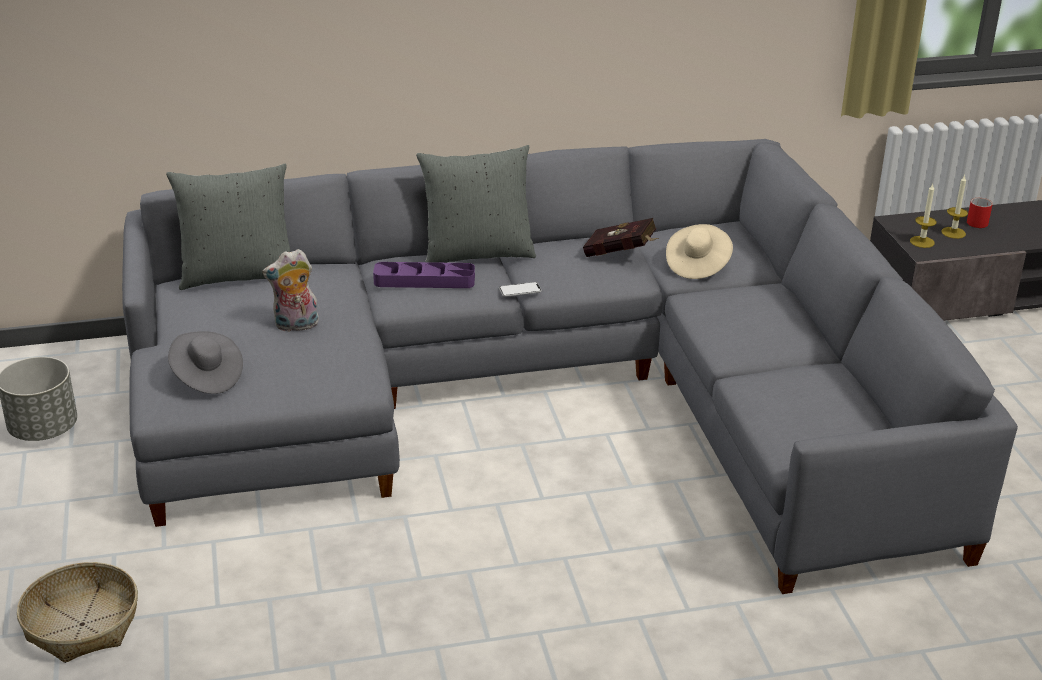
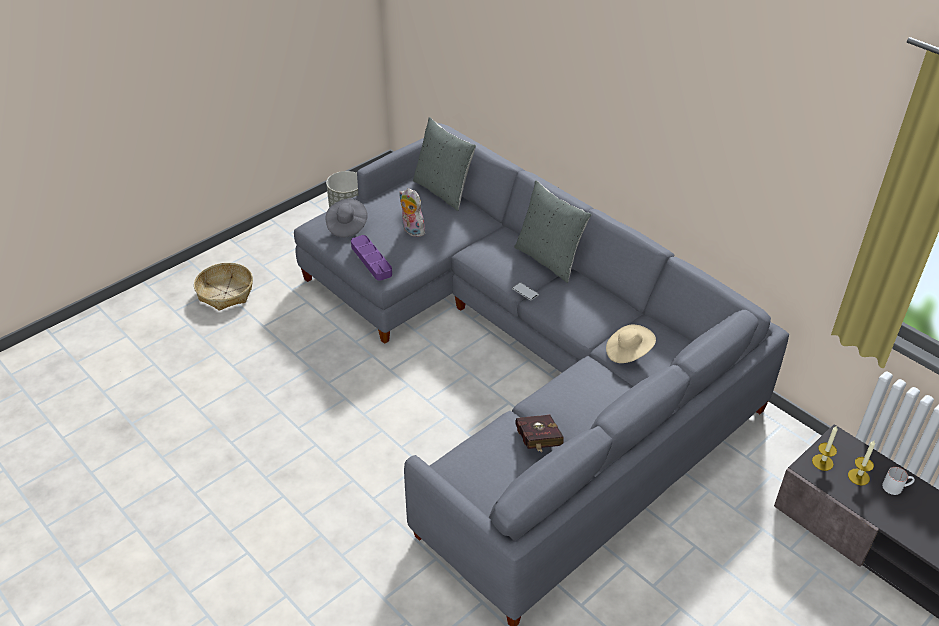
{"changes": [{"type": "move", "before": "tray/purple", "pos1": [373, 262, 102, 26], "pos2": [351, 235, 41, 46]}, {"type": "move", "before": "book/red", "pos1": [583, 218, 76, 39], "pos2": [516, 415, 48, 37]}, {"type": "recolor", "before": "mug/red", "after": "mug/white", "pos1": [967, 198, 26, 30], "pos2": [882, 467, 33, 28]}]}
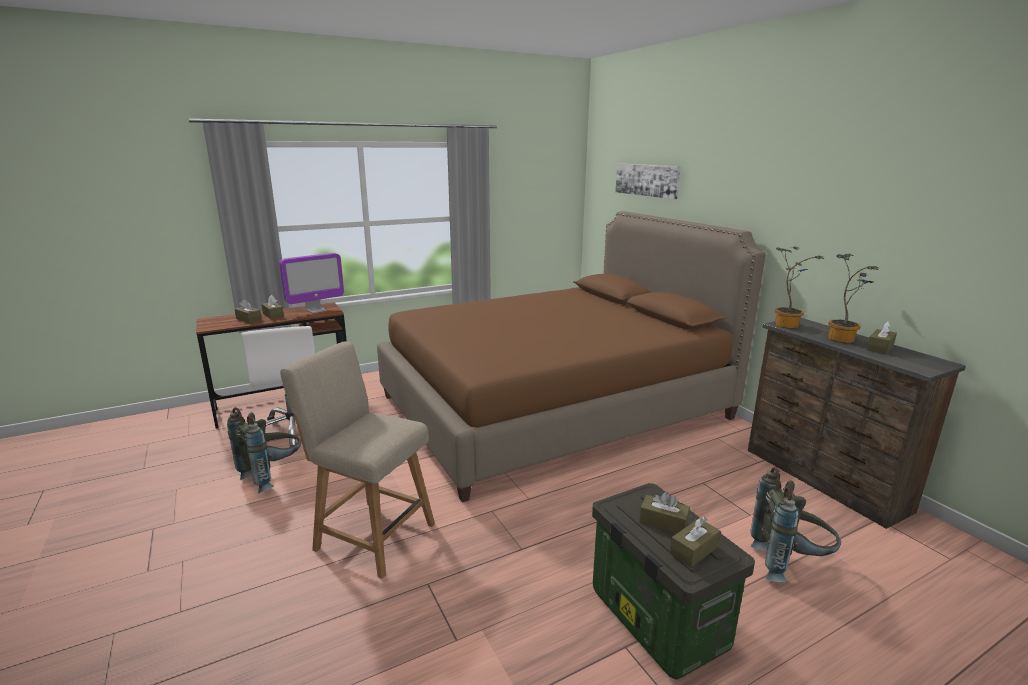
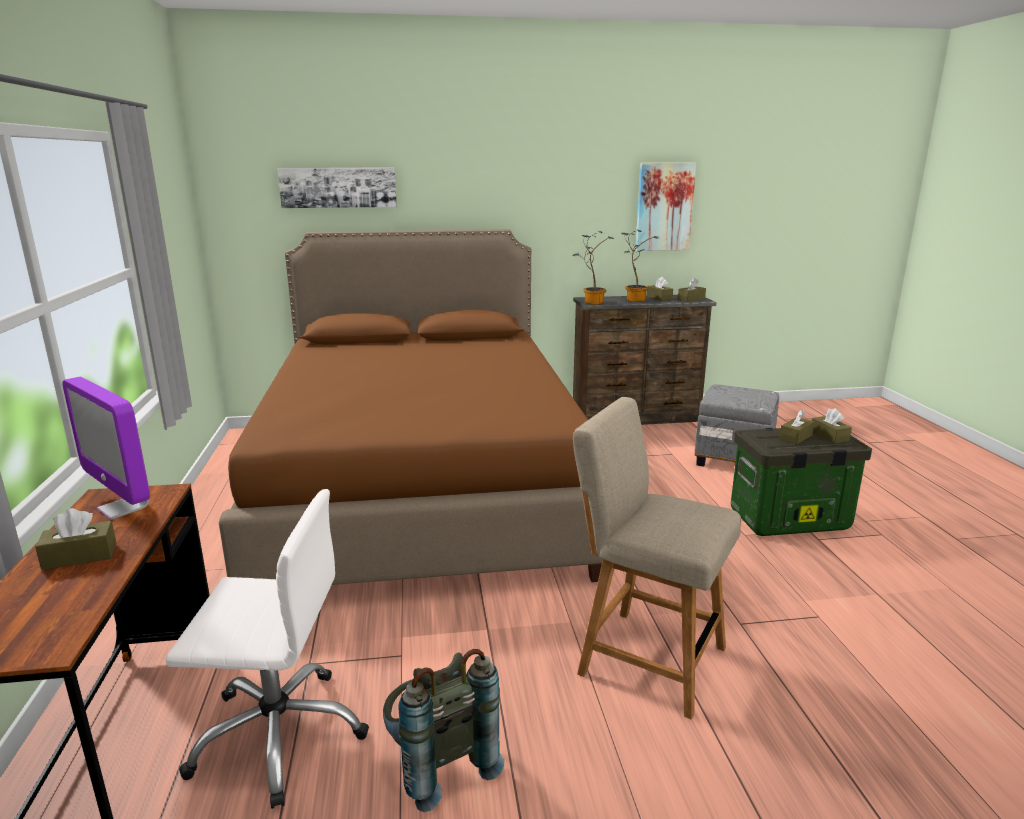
{"changes": [{"type": "rotate", "before": "monitor", "pos1": [279, 253, 65, 60], "pos2": [63, 377, 87, 143], "turn": 150}, {"type": "rotate", "before": "chair/beige", "pos1": [280, 341, 155, 238], "pos2": [573, 397, 168, 323], "turn": 75}, {"type": "insert", "after": "picture", "pos2": [635, 163, 61, 88]}, {"type": "move", "before": "tissue box/brown", "pos1": [235, 299, 27, 24], "pos2": [678, 278, 28, 24]}, {"type": "replace", "before": "backpack/grey", "after": "ottoman/grey", "pos1": [750, 467, 91, 115], "pos2": [694, 384, 85, 83]}]}
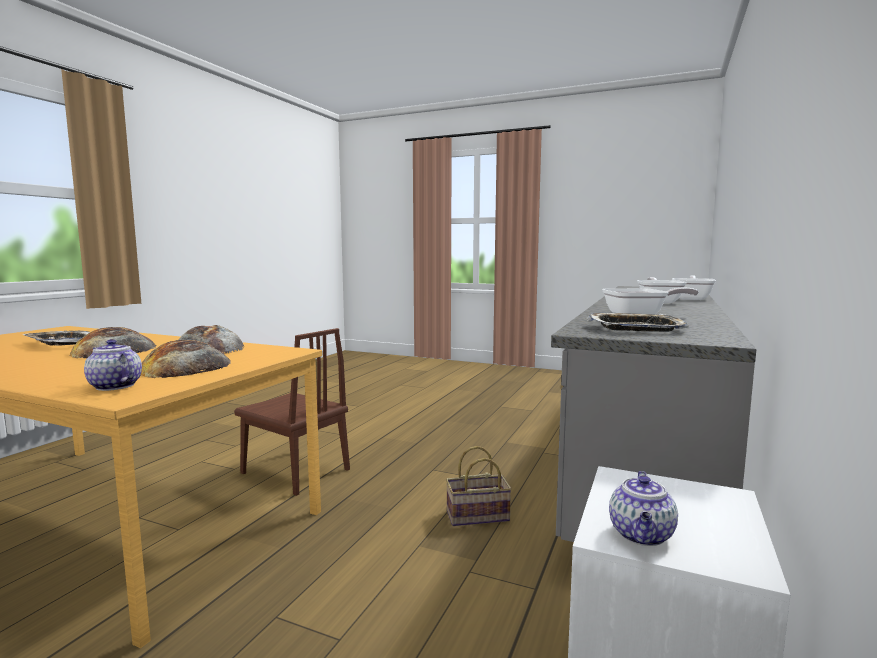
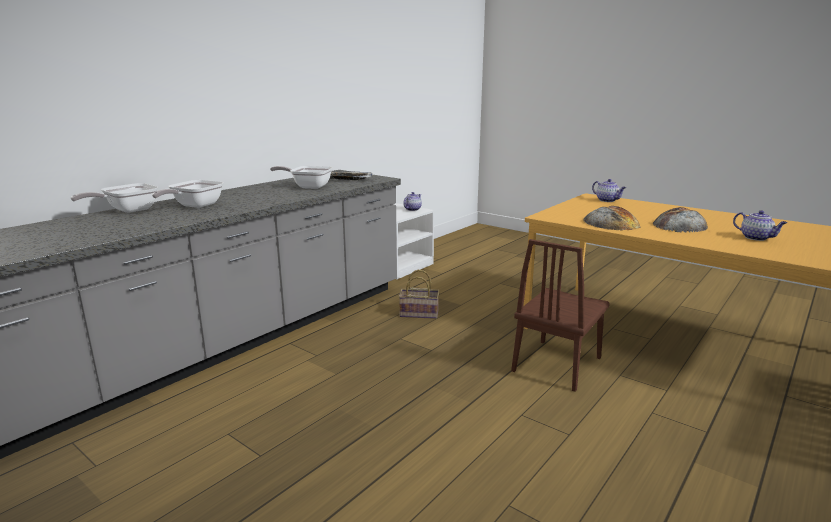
{"changes": [{"type": "rotate", "before": "chair/brown", "pos1": [234, 328, 116, 168], "pos2": [511, 239, 99, 153], "turn": -105}, {"type": "replace", "before": "tray", "after": "teapot", "pos1": [23, 331, 67, 15], "pos2": [733, 210, 54, 31]}, {"type": "delete", "before": "bread", "pos1": [141, 339, 90, 39]}]}
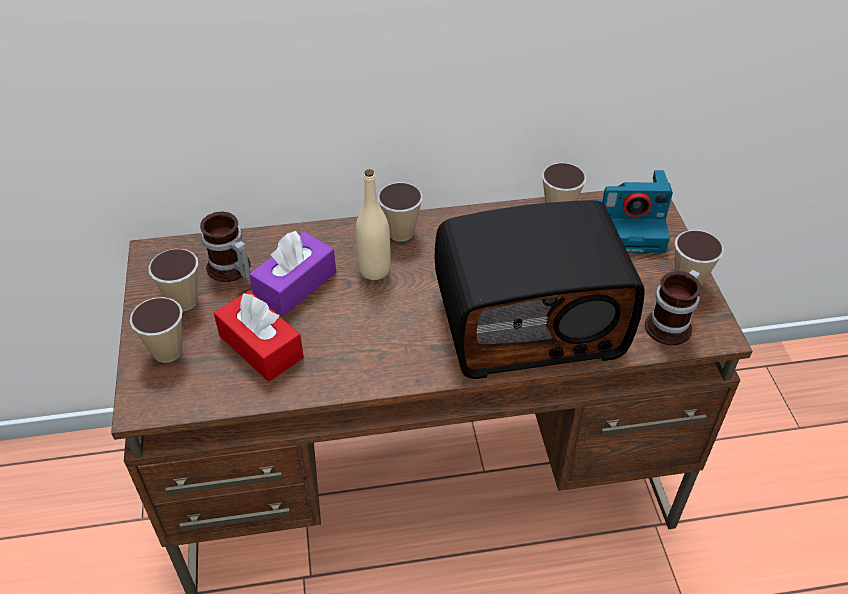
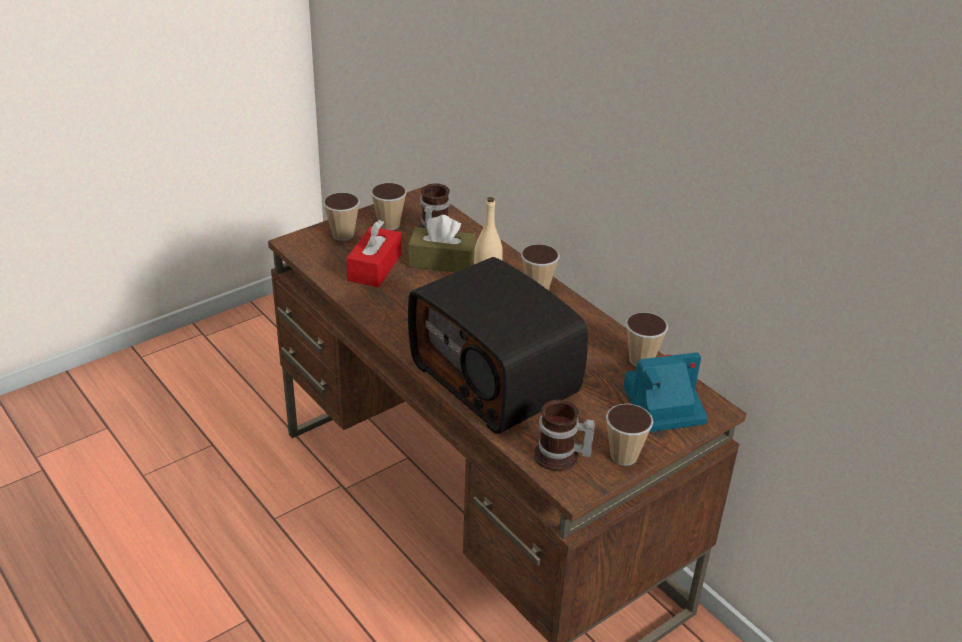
{"changes": [{"type": "recolor", "before": "tissue box/purple", "after": "tissue box/brown", "pos1": [249, 231, 87, 85], "pos2": [408, 215, 68, 57]}, {"type": "rotate", "before": "photo camera", "pos1": [595, 170, 78, 83], "pos2": [624, 352, 84, 80], "turn": 105}]}
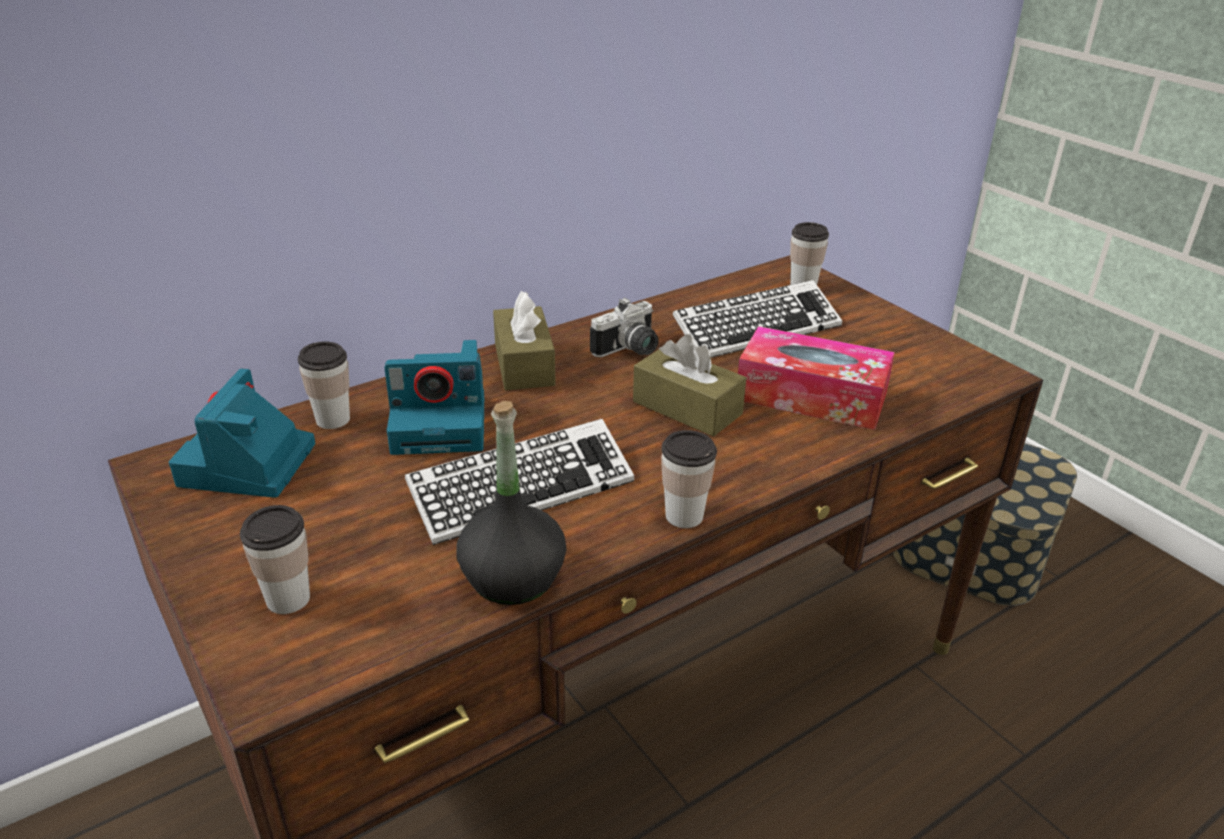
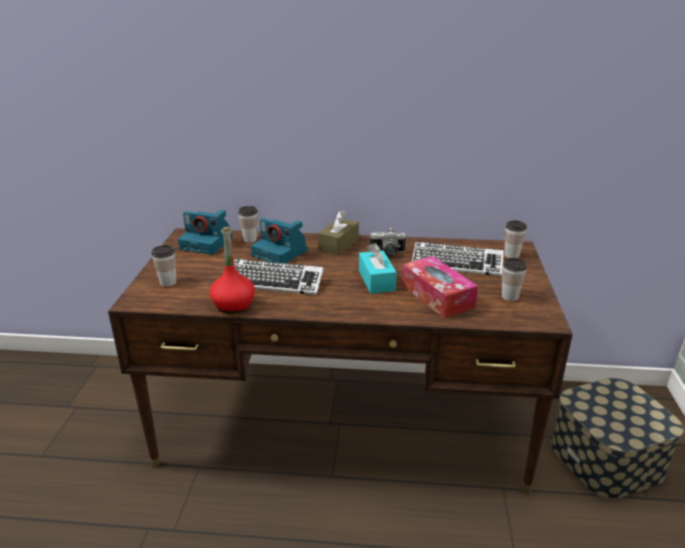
{"changes": [{"type": "rotate", "before": "photo camera", "pos1": [169, 368, 146, 130], "pos2": [178, 210, 54, 45], "turn": -120}, {"type": "recolor", "before": "bottle/black", "after": "bottle/red", "pos1": [456, 401, 110, 204], "pos2": [210, 227, 45, 87]}, {"type": "recolor", "before": "tissue box/brown", "after": "tissue box/turquoise", "pos1": [633, 334, 113, 103], "pos2": [359, 243, 38, 51]}, {"type": "move", "before": "cup", "pos1": [661, 430, 56, 98], "pos2": [502, 258, 25, 43]}]}
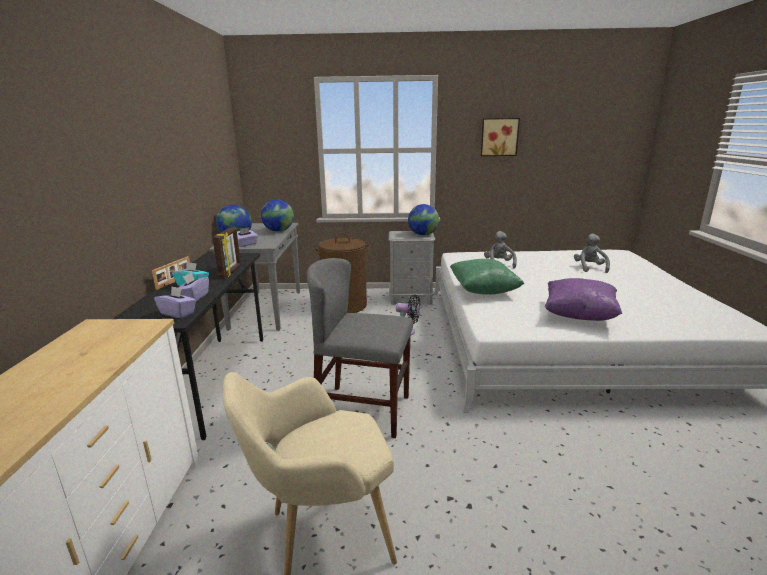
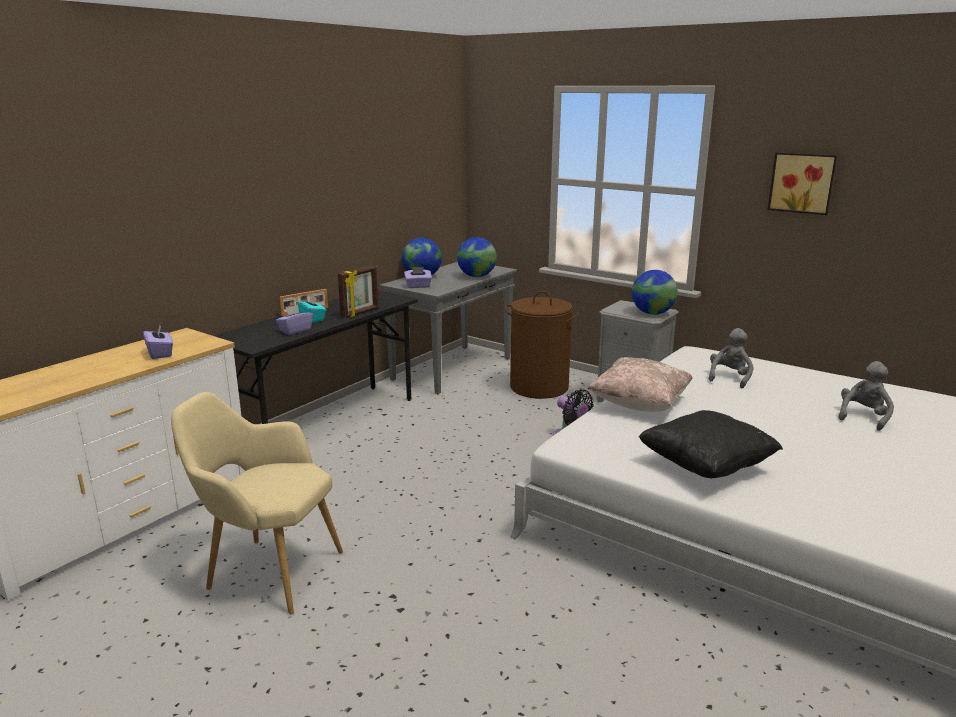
{"changes": [{"type": "move", "before": "tissue box/purple", "pos1": [154, 286, 42, 32], "pos2": [143, 326, 30, 33]}, {"type": "recolor", "before": "pillow/green", "after": "pillow/beige", "pos1": [450, 259, 74, 36], "pos2": [587, 357, 106, 55]}, {"type": "recolor", "before": "pillow/purple", "after": "pillow/black", "pos1": [545, 278, 77, 43], "pos2": [639, 410, 144, 68]}, {"type": "delete", "before": "chair/grey", "pos1": [307, 258, 106, 180]}]}
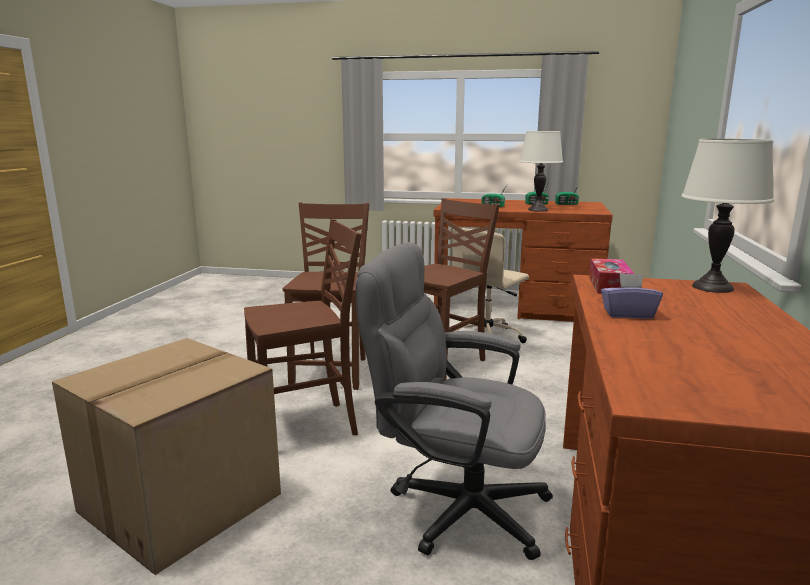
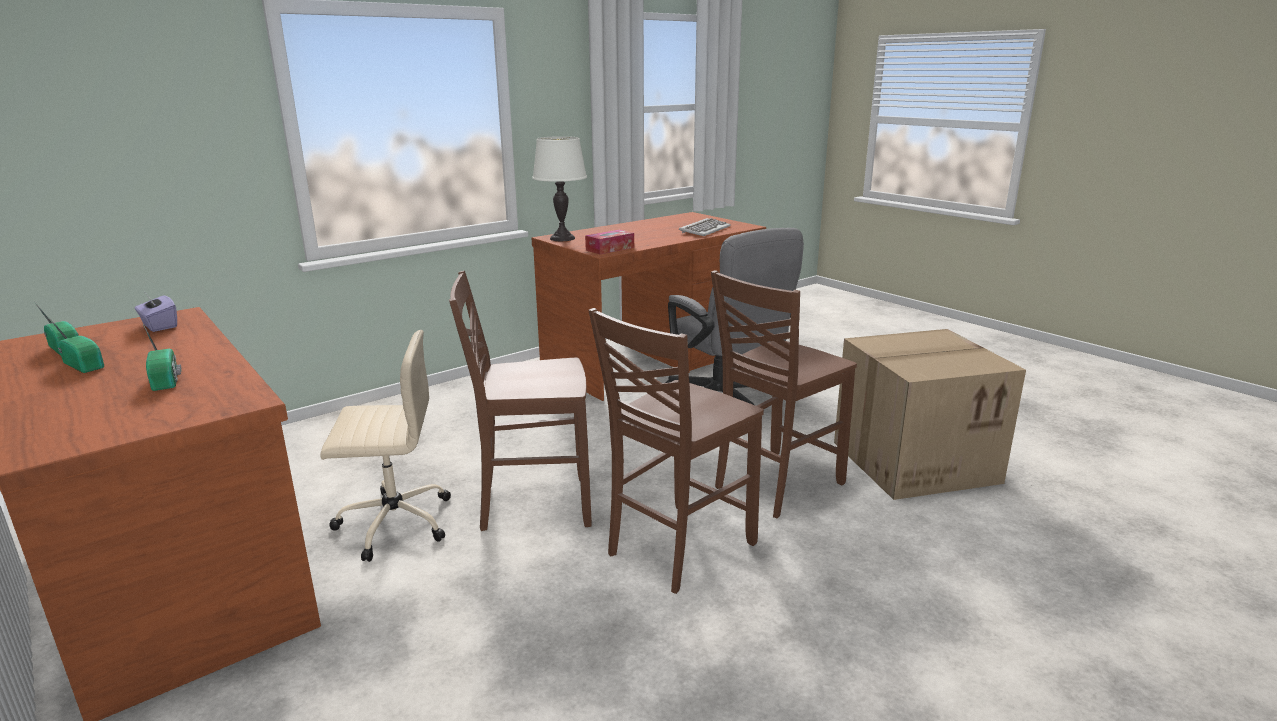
{"changes": [{"type": "move", "before": "tissue box/purple", "pos1": [601, 273, 62, 46], "pos2": [135, 291, 42, 41]}, {"type": "insert", "after": "keyboard", "pos2": [679, 218, 52, 18]}, {"type": "rotate", "before": "chair/brown", "pos1": [244, 219, 117, 216], "pos2": [711, 270, 146, 248], "turn": -60}, {"type": "delete", "before": "table lamp/white", "pos1": [520, 131, 43, 81]}]}
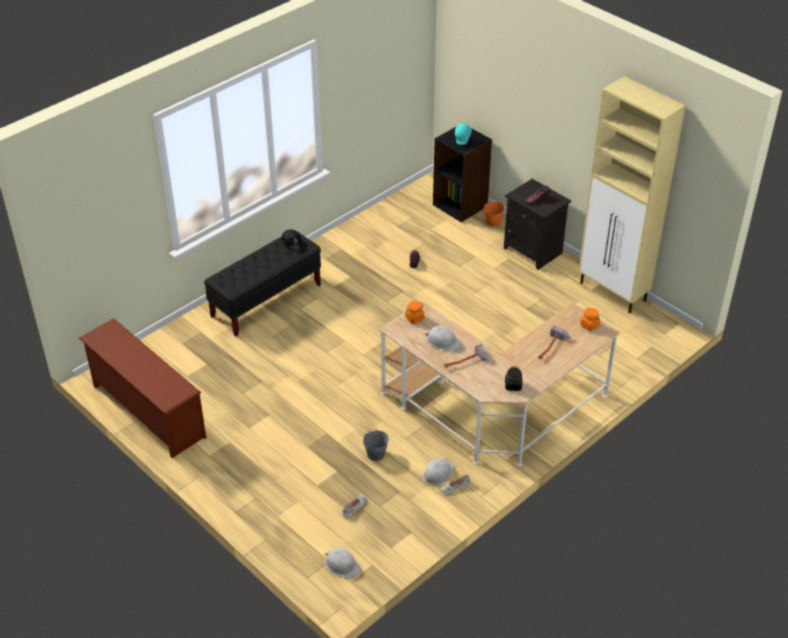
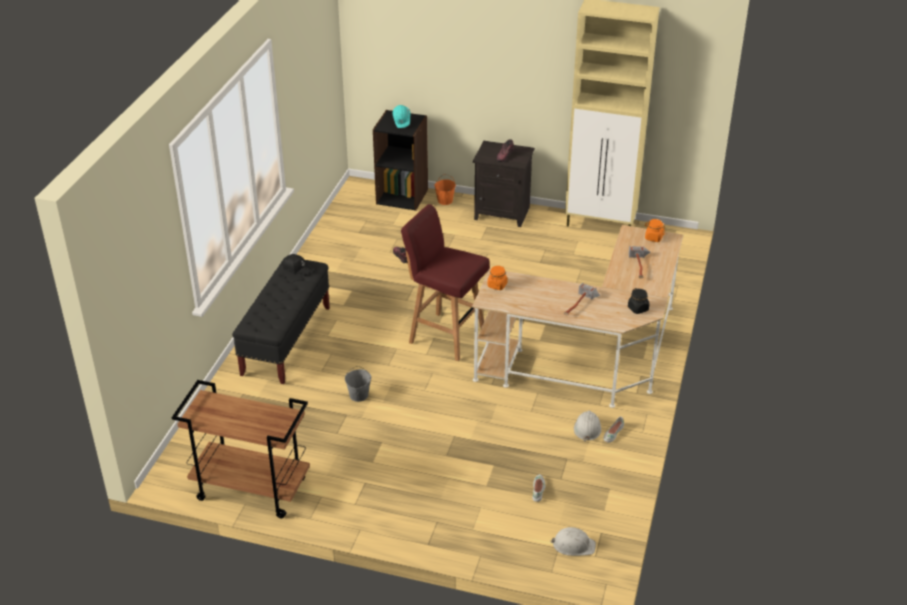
{"changes": [{"type": "replace", "before": "shoe rack/brown", "after": "cart/brown", "pos1": [79, 318, 127, 140], "pos2": [172, 380, 138, 139]}, {"type": "move", "before": "bucket/grey", "pos1": [363, 429, 26, 32], "pos2": [345, 366, 26, 36]}, {"type": "insert", "after": "stool/red", "pos2": [401, 204, 89, 157]}, {"type": "delete", "before": "hard hat/white", "pos1": [425, 326, 37, 25]}]}
